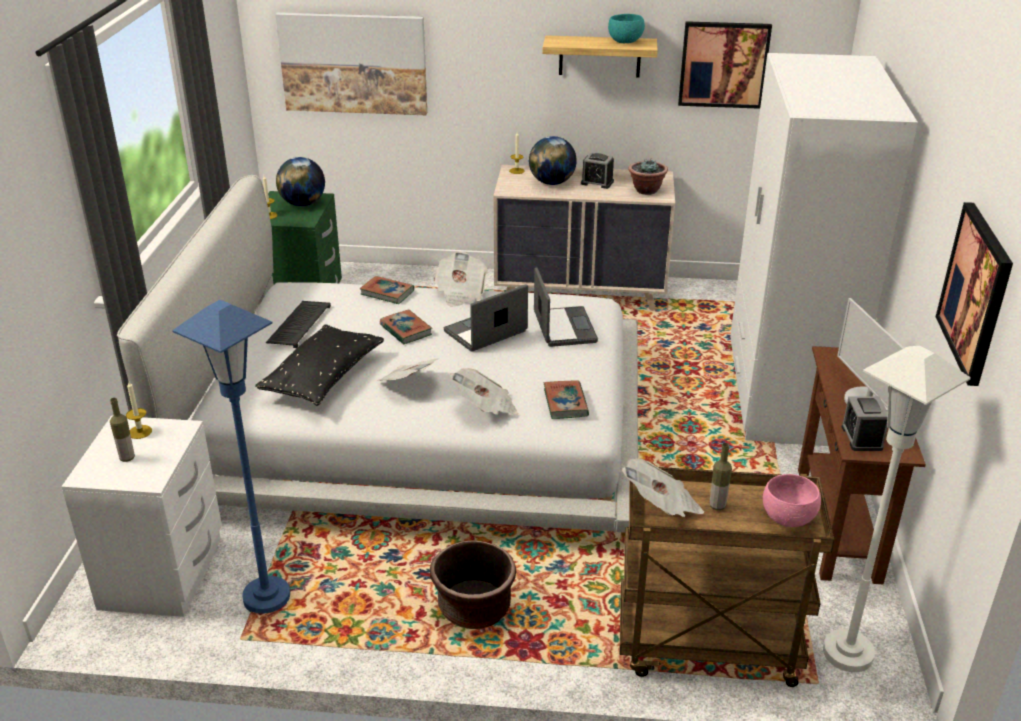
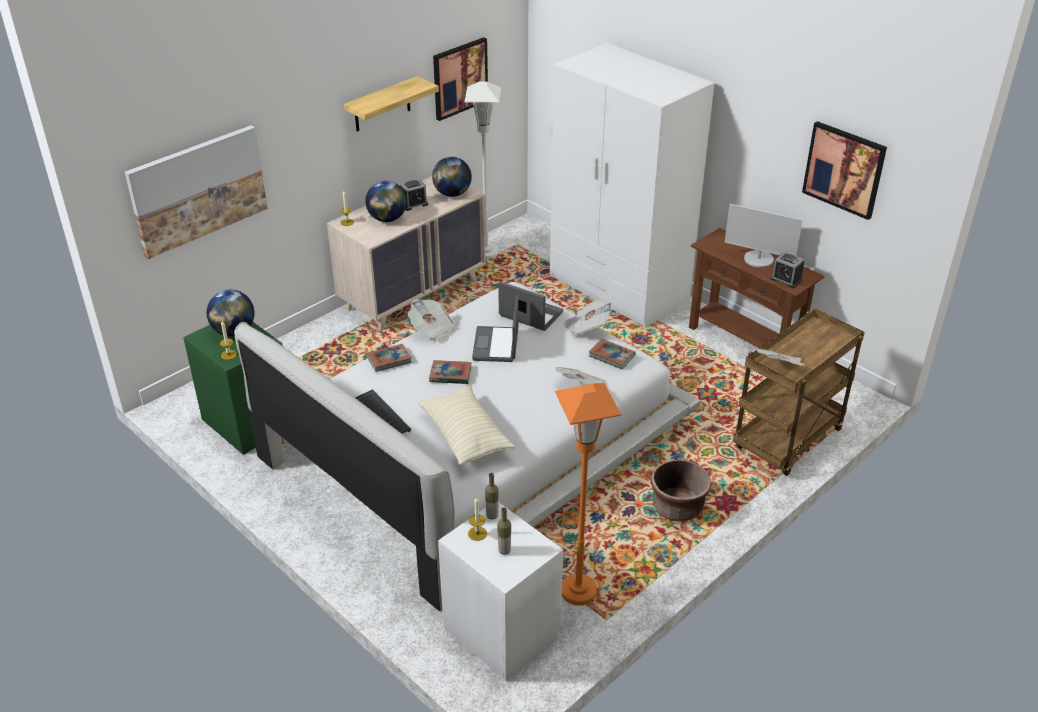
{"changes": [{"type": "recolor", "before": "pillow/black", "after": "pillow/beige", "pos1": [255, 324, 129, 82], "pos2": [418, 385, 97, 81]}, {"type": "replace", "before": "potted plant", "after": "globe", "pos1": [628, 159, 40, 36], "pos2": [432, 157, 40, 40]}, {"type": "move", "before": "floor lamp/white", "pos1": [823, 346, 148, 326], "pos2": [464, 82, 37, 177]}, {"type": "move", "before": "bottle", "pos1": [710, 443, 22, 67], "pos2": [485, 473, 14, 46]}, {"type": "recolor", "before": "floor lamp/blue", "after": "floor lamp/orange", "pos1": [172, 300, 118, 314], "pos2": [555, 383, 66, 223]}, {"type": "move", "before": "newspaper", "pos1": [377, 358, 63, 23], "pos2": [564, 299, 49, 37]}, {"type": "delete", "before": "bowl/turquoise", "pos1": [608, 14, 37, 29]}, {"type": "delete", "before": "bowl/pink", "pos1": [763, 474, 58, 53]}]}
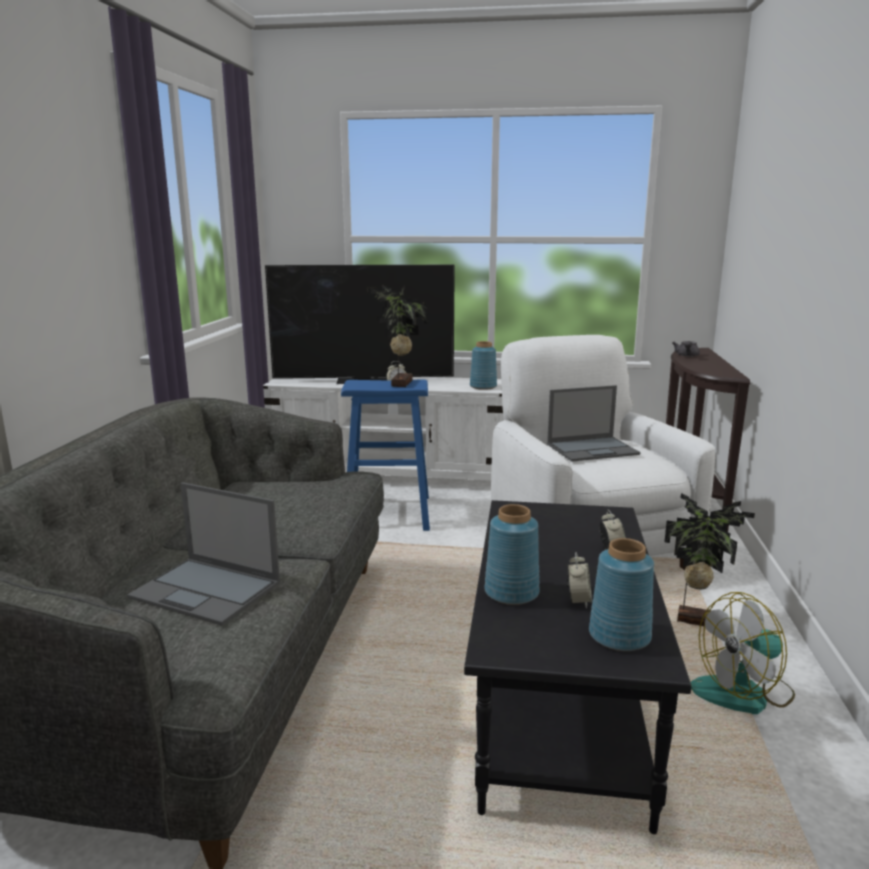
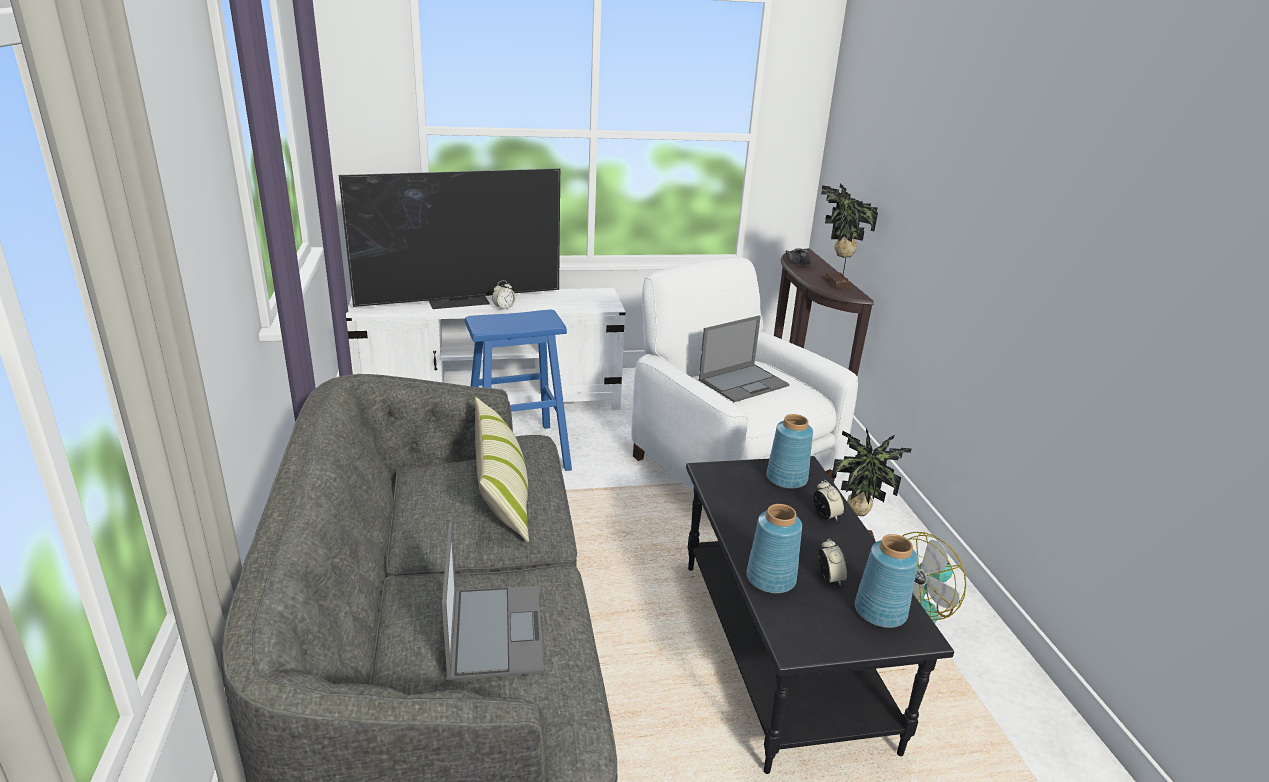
{"changes": [{"type": "rotate", "before": "laptop", "pos1": [127, 482, 153, 144], "pos2": [442, 522, 102, 159], "turn": -105}, {"type": "insert", "after": "pillow", "pos2": [474, 396, 55, 146]}, {"type": "move", "before": "vase/blue", "pos1": [470, 341, 27, 49], "pos2": [766, 414, 47, 75]}, {"type": "move", "before": "potted plant", "pos1": [367, 285, 61, 102], "pos2": [821, 184, 57, 105]}]}
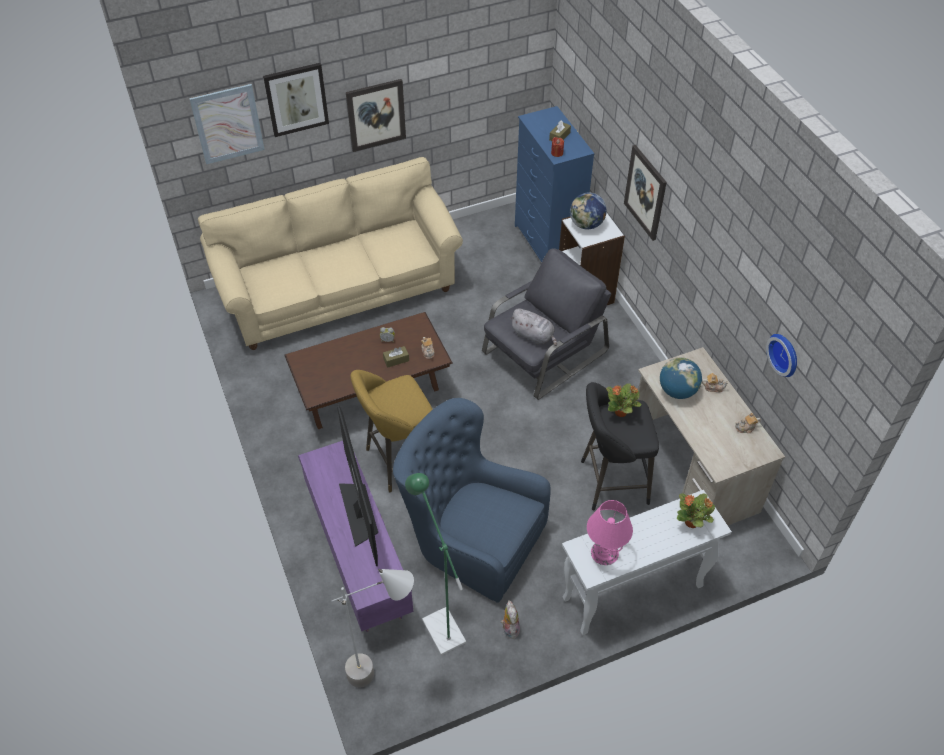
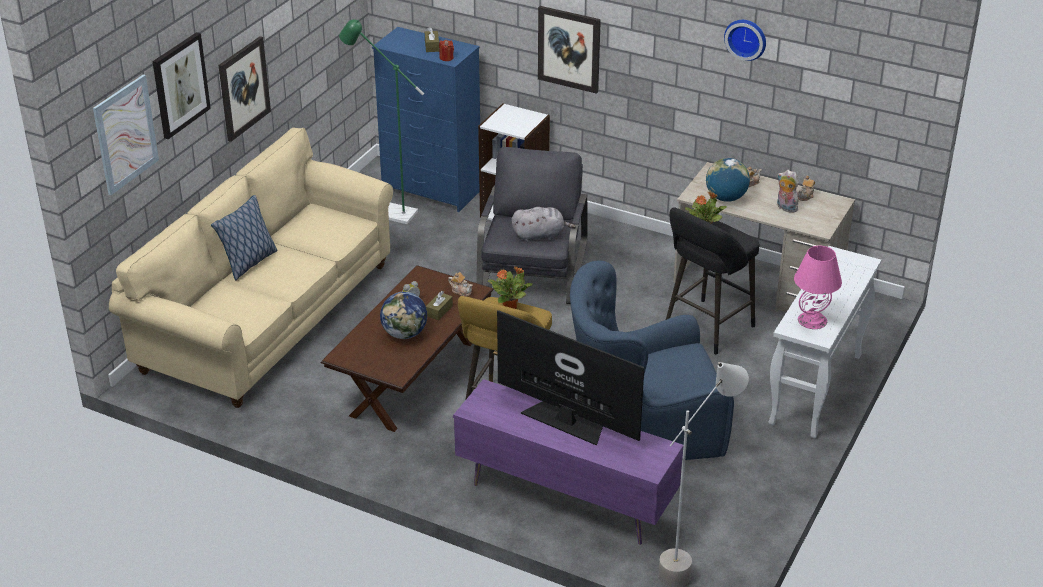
{"changes": [{"type": "insert", "after": "pillow", "pos2": [211, 195, 67, 85]}, {"type": "move", "before": "floor lamp/green", "pos1": [405, 473, 61, 182], "pos2": [339, 19, 85, 205]}, {"type": "move", "before": "globe", "pos1": [570, 192, 37, 37], "pos2": [380, 292, 47, 47]}, {"type": "move", "before": "potted plant", "pos1": [677, 493, 38, 35], "pos2": [488, 266, 45, 43]}, {"type": "move", "before": "wall clock", "pos1": [766, 334, 31, 43], "pos2": [724, 20, 42, 41]}, {"type": "move", "before": "plush toy", "pos1": [501, 600, 19, 39], "pos2": [777, 170, 22, 43]}]}
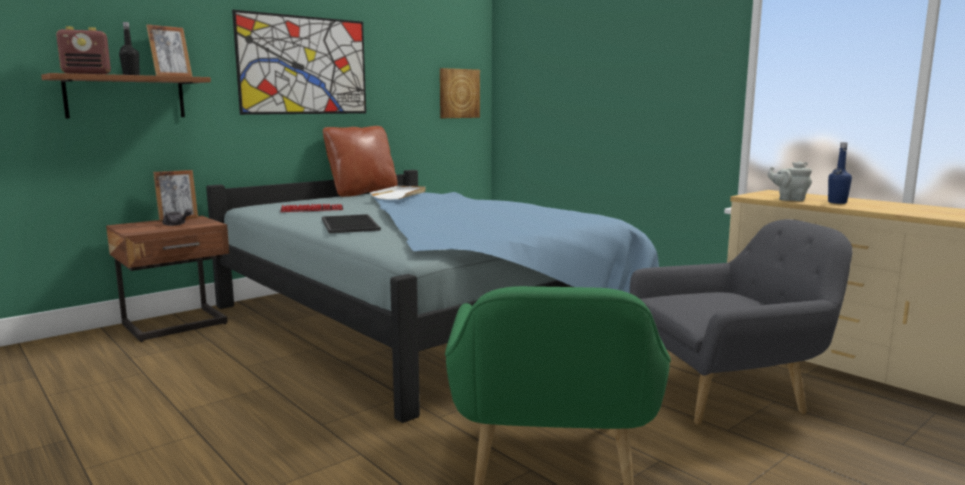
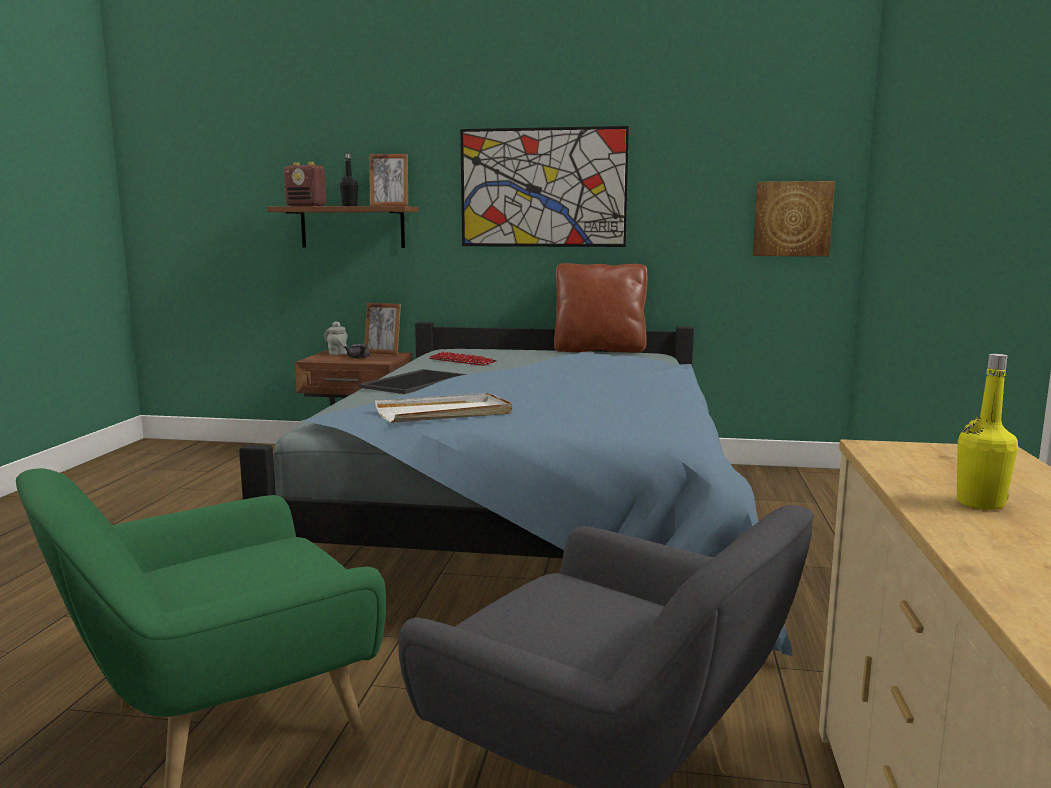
{"changes": [{"type": "move", "before": "teapot/grey", "pos1": [767, 161, 45, 40], "pos2": [324, 321, 24, 34]}, {"type": "move", "before": "tray/white", "pos1": [370, 186, 56, 14], "pos2": [375, 393, 137, 30]}, {"type": "recolor", "before": "bottle/blue", "after": "bottle/yellow", "pos1": [828, 142, 24, 62], "pos2": [957, 354, 61, 156]}]}
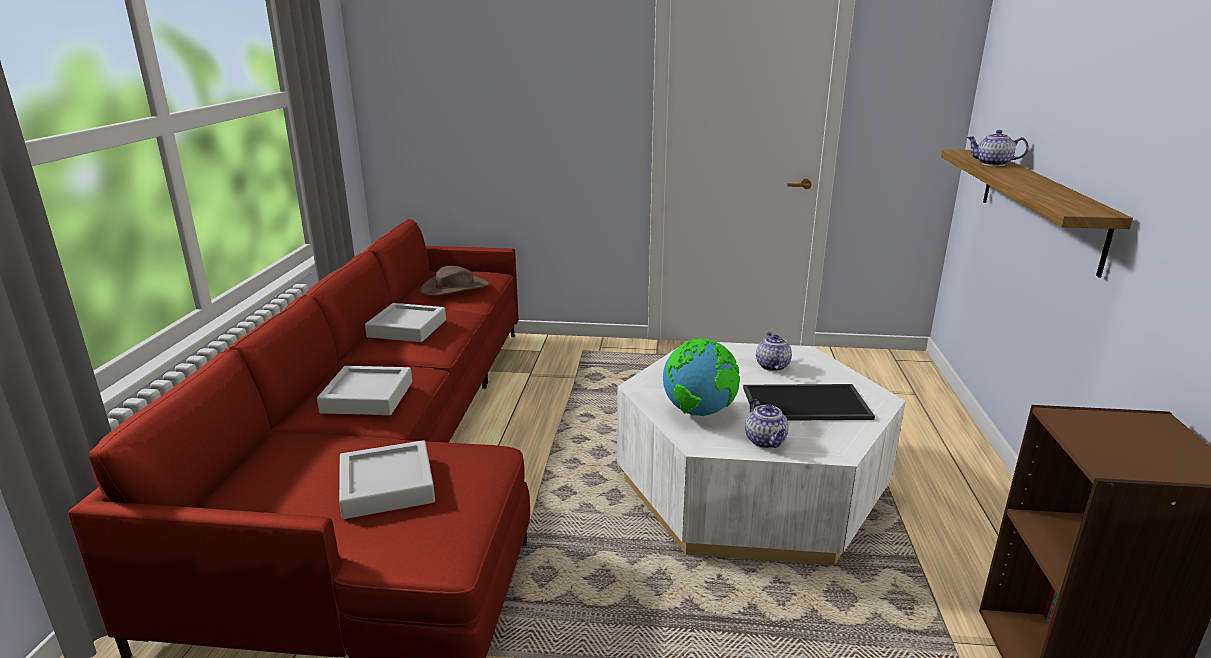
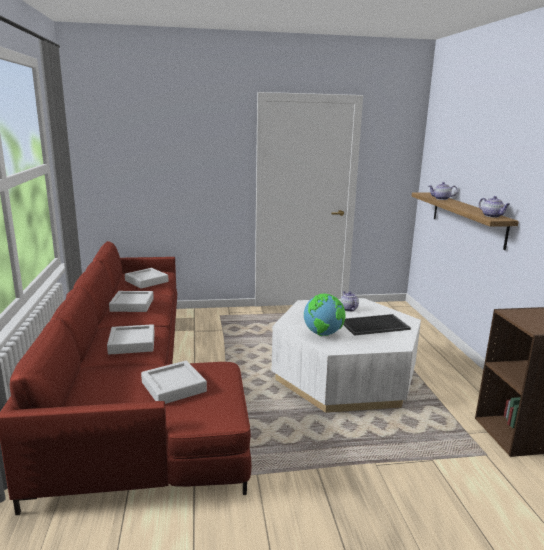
{"changes": [{"type": "replace", "before": "hat/brown", "after": "tray/grey", "pos1": [420, 266, 69, 30], "pos2": [125, 268, 44, 21]}, {"type": "move", "before": "teapot", "pos1": [745, 399, 44, 49], "pos2": [479, 196, 31, 22]}]}
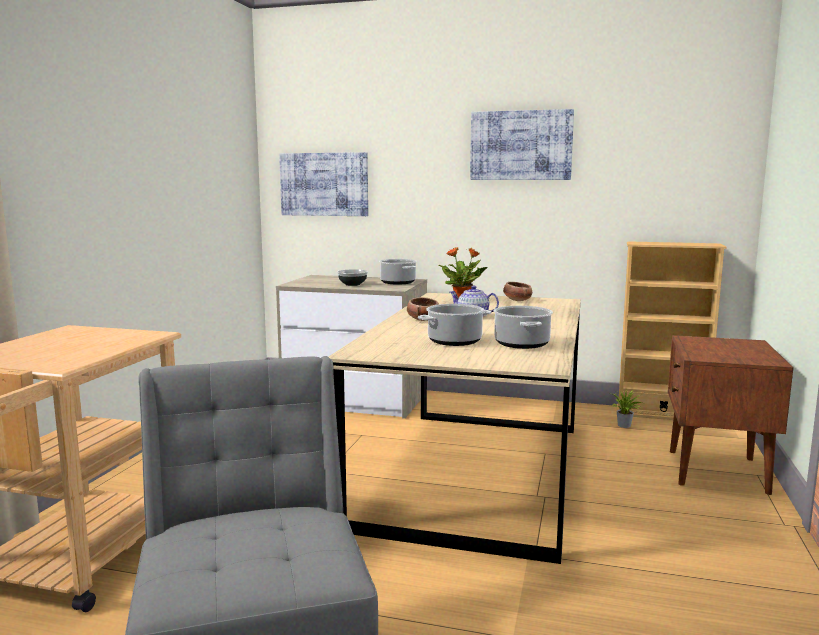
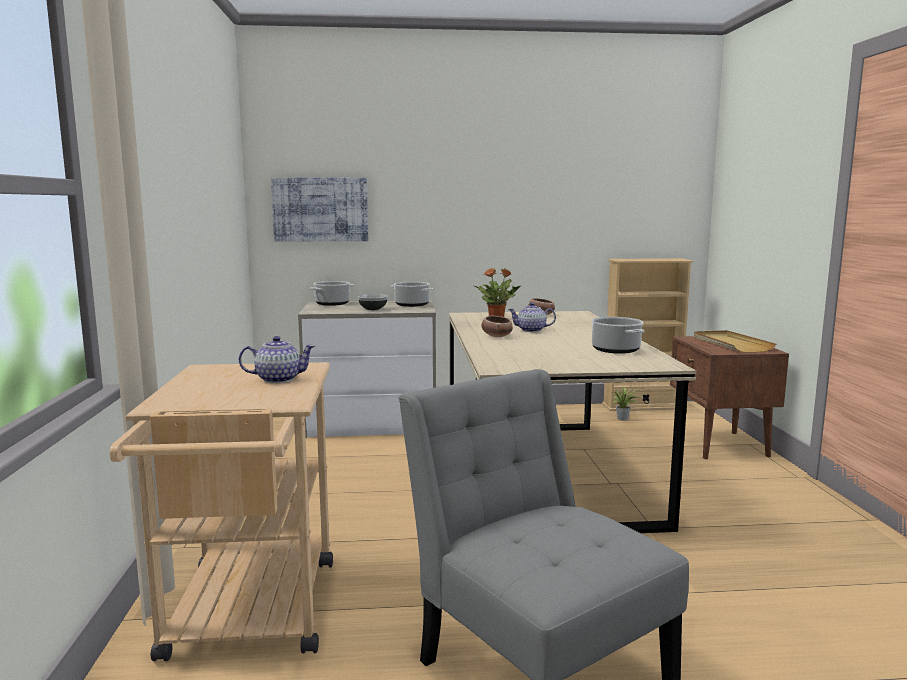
{"changes": [{"type": "insert", "after": "teapot", "pos2": [238, 336, 77, 47]}, {"type": "move", "before": "cooking pot", "pos1": [418, 304, 73, 42], "pos2": [309, 281, 45, 25]}, {"type": "insert", "after": "tray/beige", "pos2": [694, 330, 82, 23]}, {"type": "delete", "before": "picture", "pos1": [470, 109, 104, 71]}]}
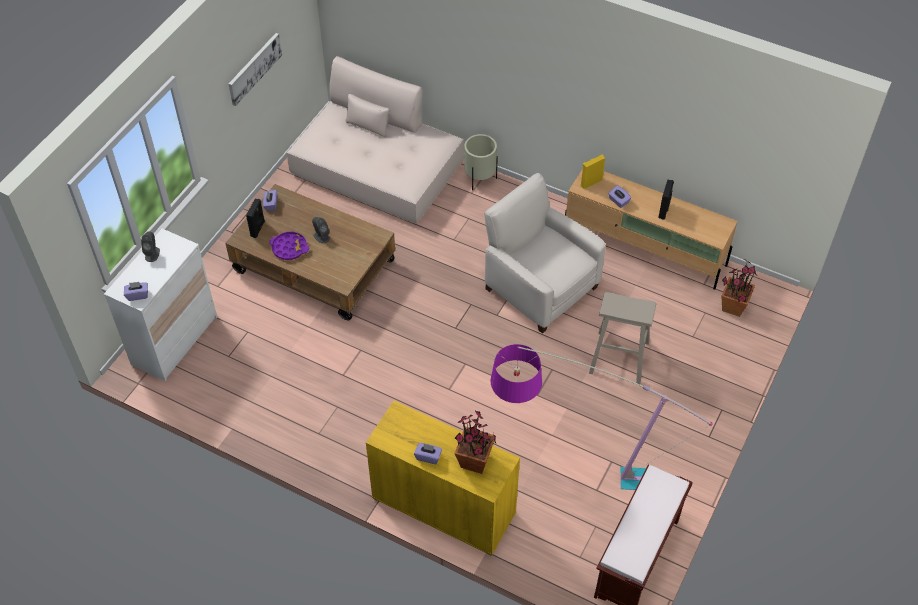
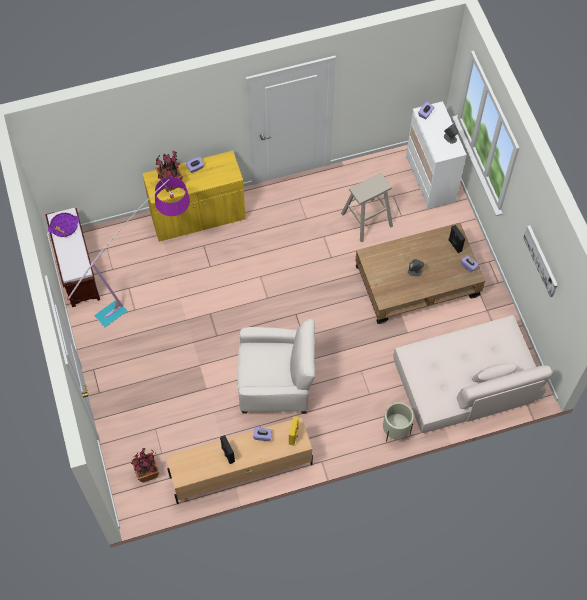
{"changes": [{"type": "move", "before": "tray/purple", "pos1": [269, 232, 40, 28], "pos2": [48, 213, 31, 24]}, {"type": "move", "before": "stool/beige", "pos1": [589, 292, 67, 92], "pos2": [341, 173, 52, 69]}]}
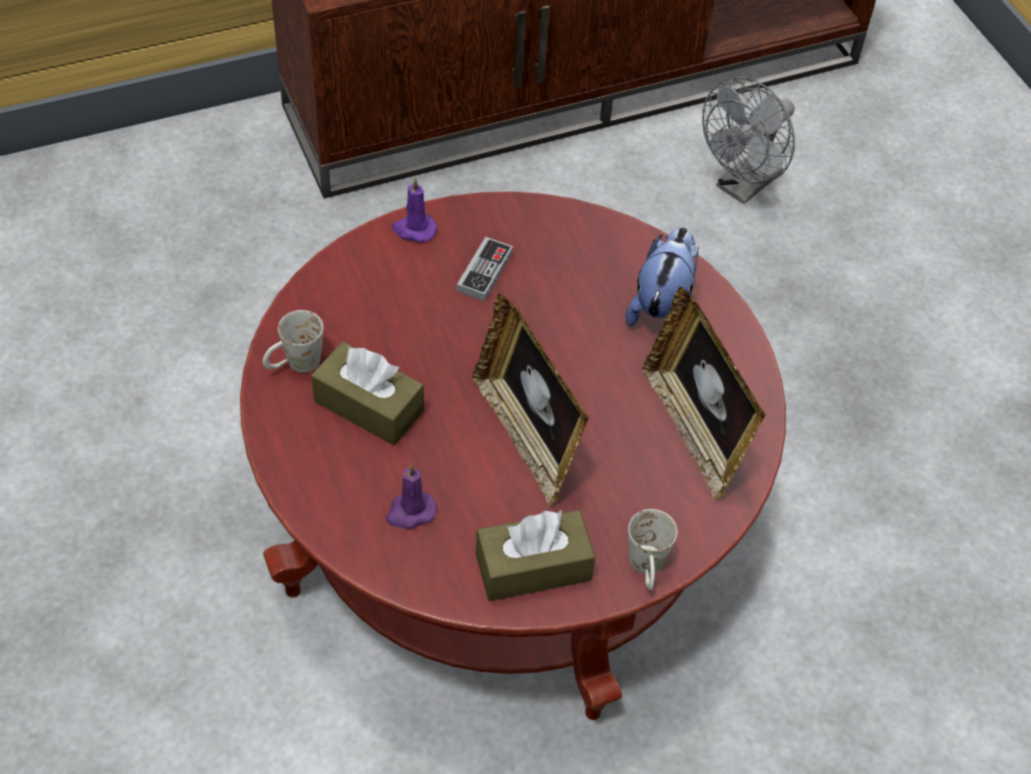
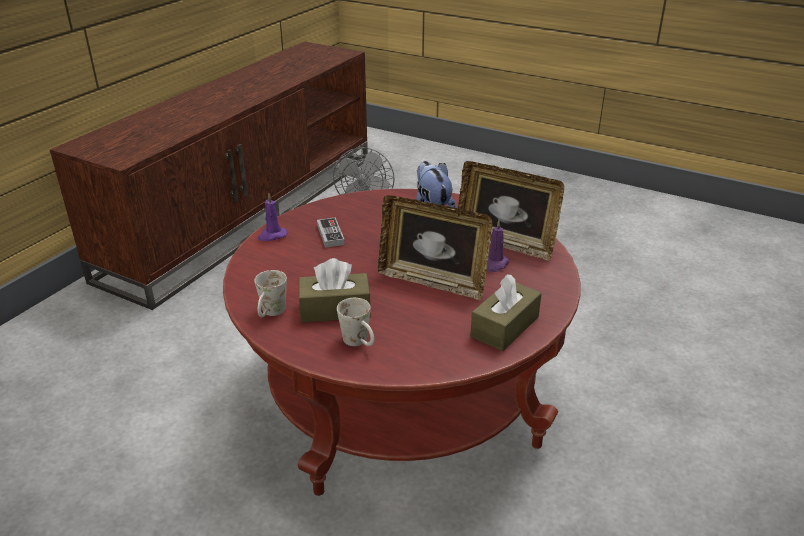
{"changes": [{"type": "move", "before": "mug/white", "pos1": [628, 509, 50, 81], "pos2": [337, 298, 37, 48]}, {"type": "move", "before": "candle/purple", "pos1": [386, 464, 51, 65], "pos2": [487, 220, 23, 52]}]}
